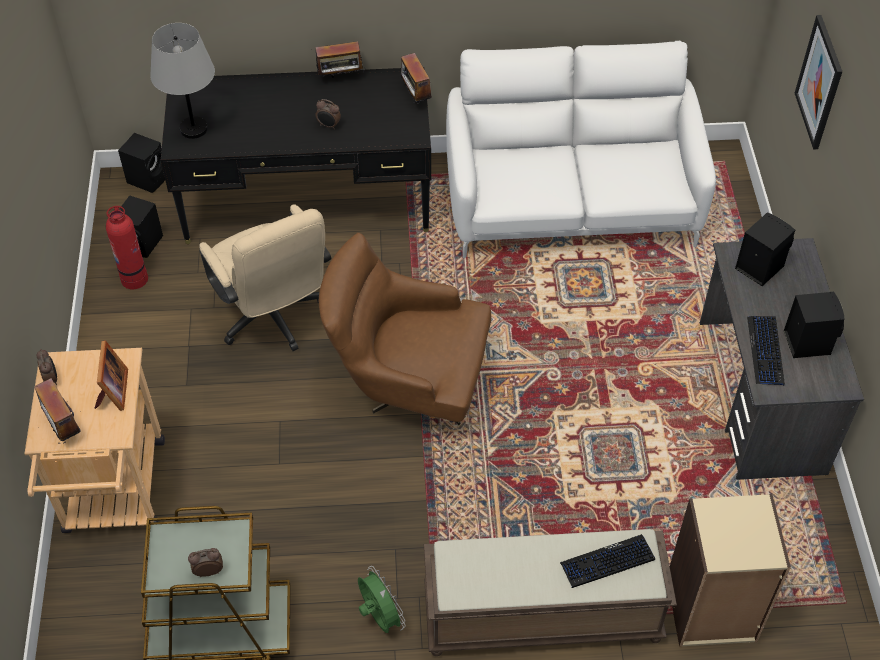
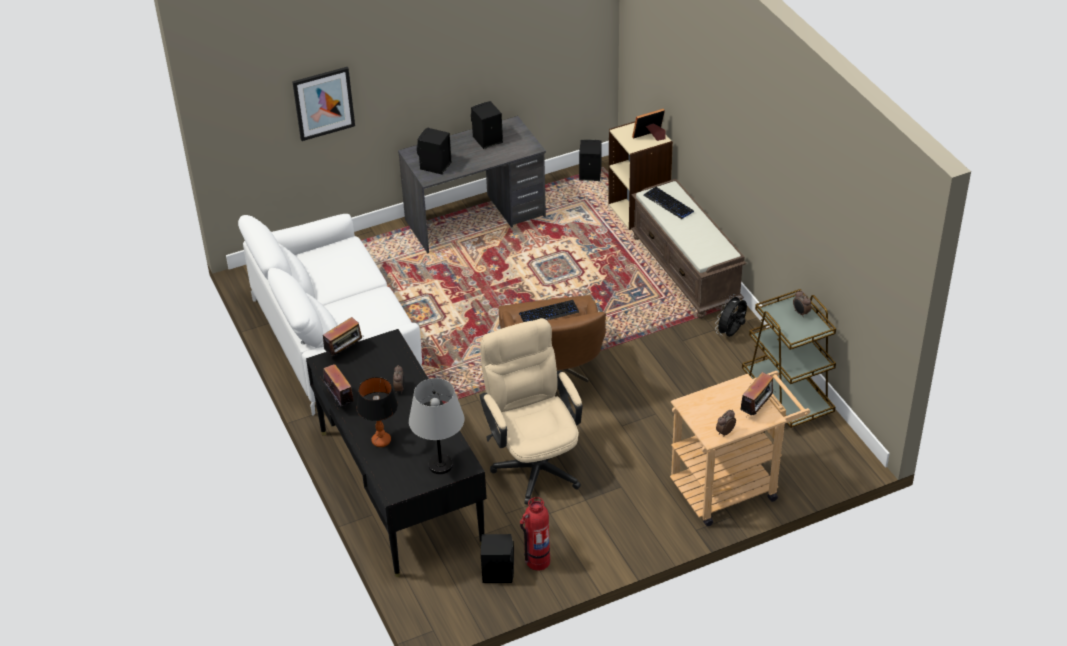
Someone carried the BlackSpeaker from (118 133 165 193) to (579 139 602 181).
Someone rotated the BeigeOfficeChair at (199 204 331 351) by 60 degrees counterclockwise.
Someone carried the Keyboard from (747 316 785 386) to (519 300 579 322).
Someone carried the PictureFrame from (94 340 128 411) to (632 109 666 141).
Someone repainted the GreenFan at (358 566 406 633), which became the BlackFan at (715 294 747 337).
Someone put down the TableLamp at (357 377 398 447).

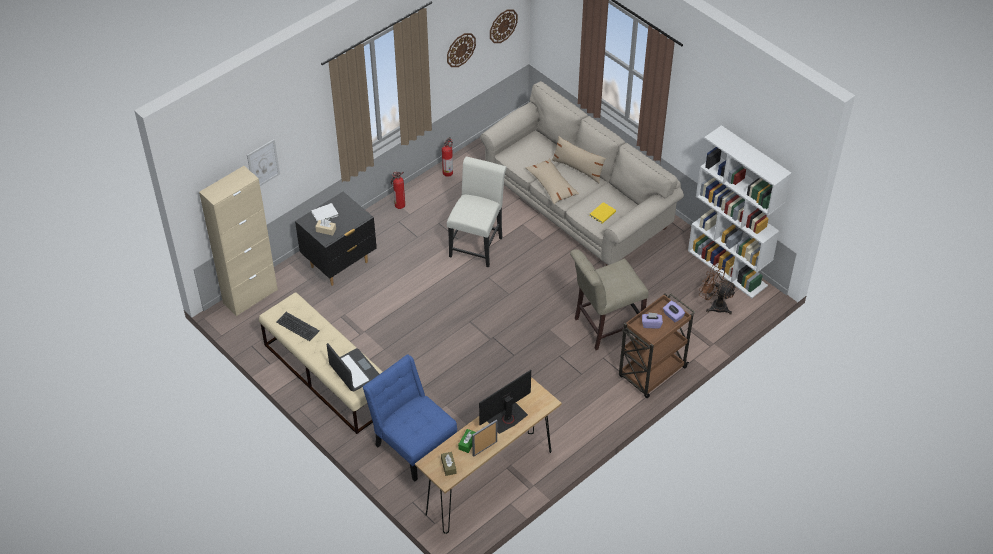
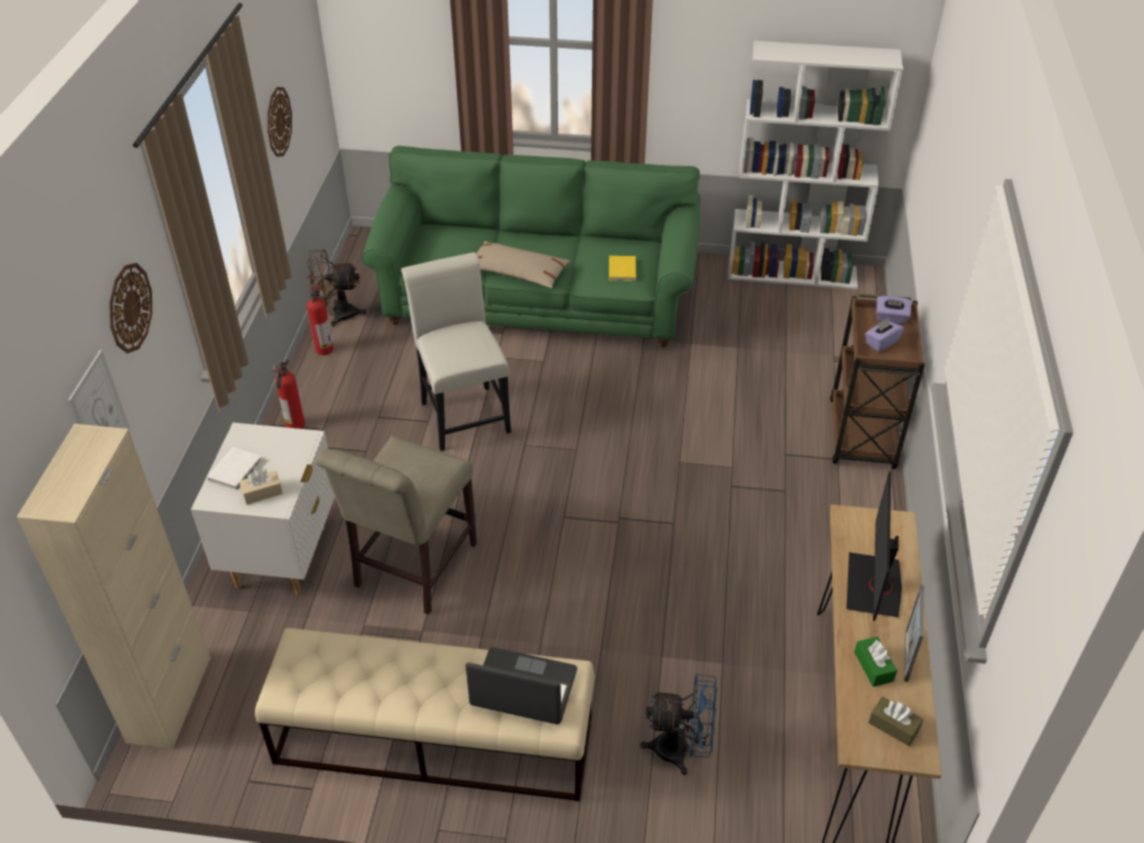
Someone carried the WallClock from (490 9 518 43) to (109 263 152 353).
Someone repainted the BeigeSofa at (480 81 684 266), which became the GreenSofa at (362 146 701 347).
Someone took away the BeigePillow at (552 136 606 184).
Someone repainted the BlackNightstand at (295 192 377 286), which became the WhiteNightstand at (191 423 335 595).
Someone carried the BeigeChair from (570 249 649 350) to (316 435 477 615).
Someone carried the BrownFan from (699 265 736 315) to (307 249 367 327).
Someone took away the Keyboard at (276 312 319 341).
Someone swapped the BlueChair at (363 355 457 481) for the BlueFan at (640 674 717 775).

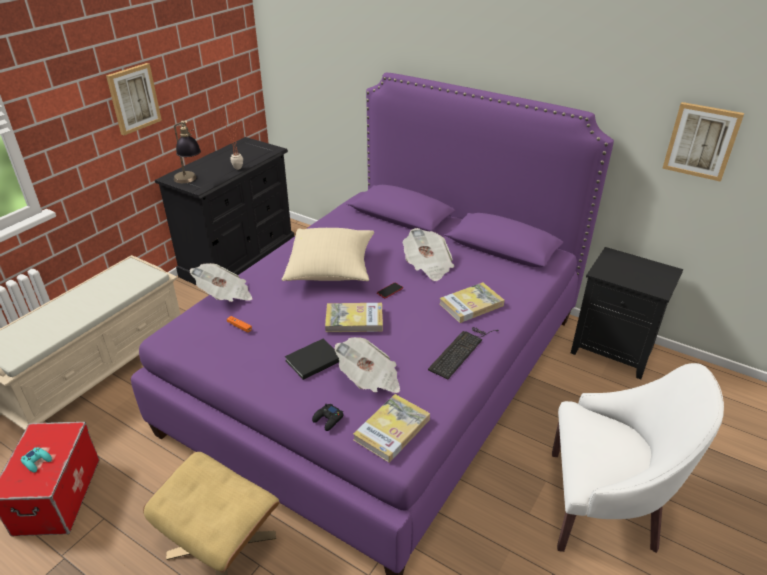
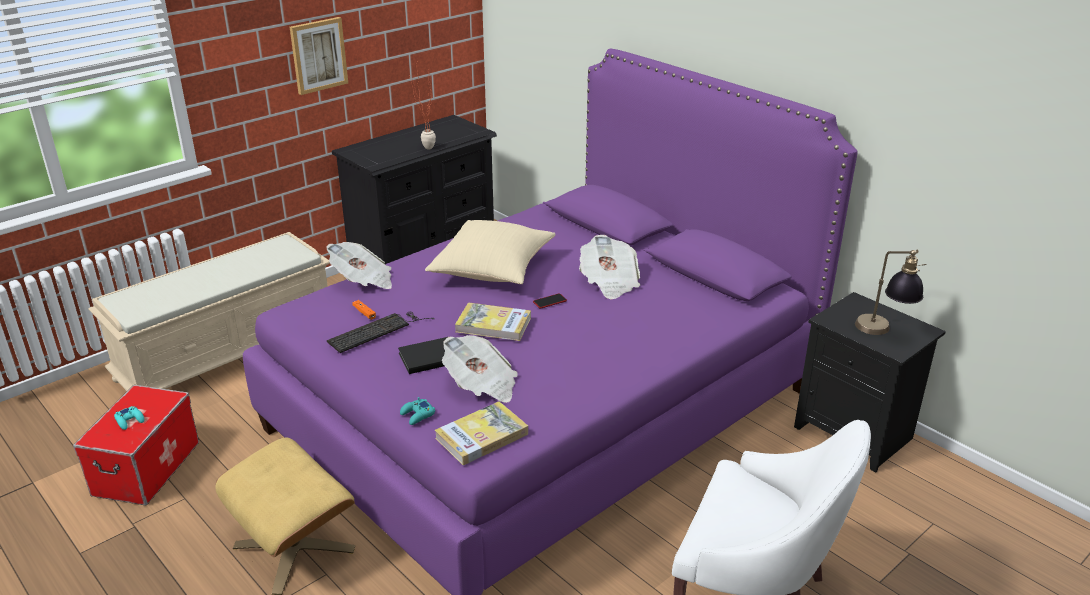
Someone took away the Picture at (662 102 744 182).
Someone carried the TableLamp from (174 120 201 183) to (855 249 927 335).
Someone took away the Book at (440 282 504 323).
Someone carried the Keyboard from (428 327 499 379) to (327 312 435 353).
Someone repainted the BlackGameController at (312 404 343 431), which became the TurquoiseGameController at (400 397 435 425).

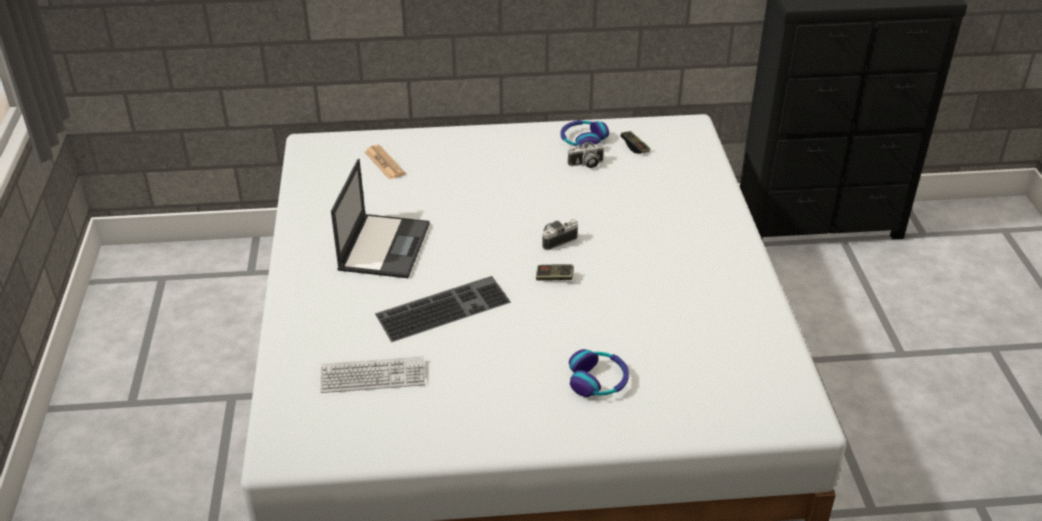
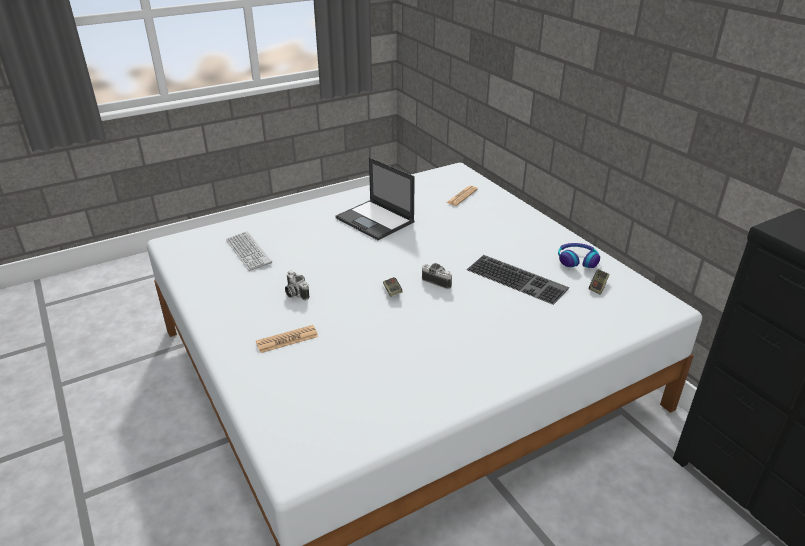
Someone carried the PhotoCamera from (567 142 604 168) to (285 271 310 300).
Someone rotated the Laptop at (331 159 430 278) by 60 degrees clockwise.
Someone carried the Keyboard from (375 276 511 342) to (467 255 569 305).
Someone swapped the Headphones at (569 349 629 397) for the Newspaper at (256 325 318 353).

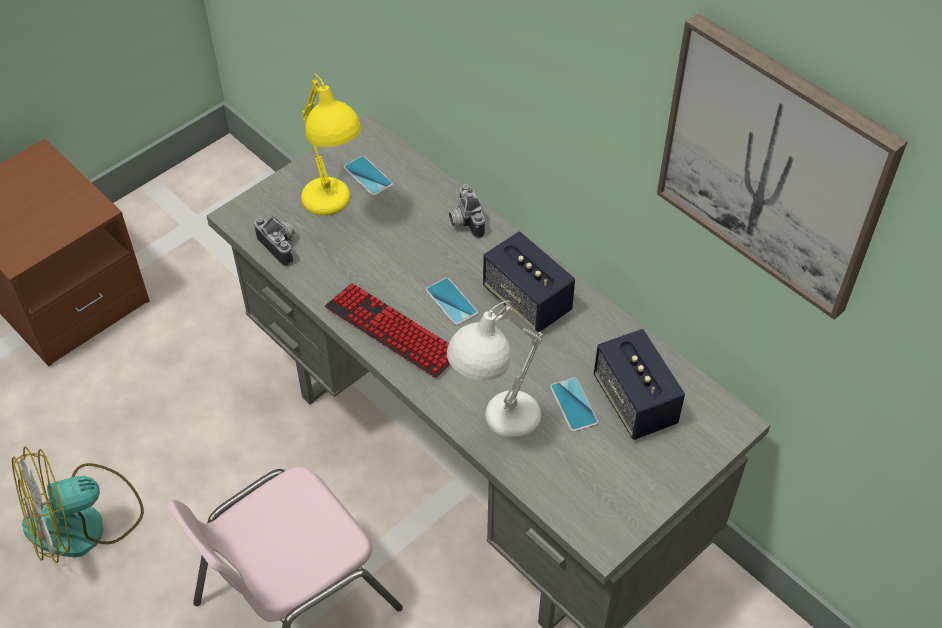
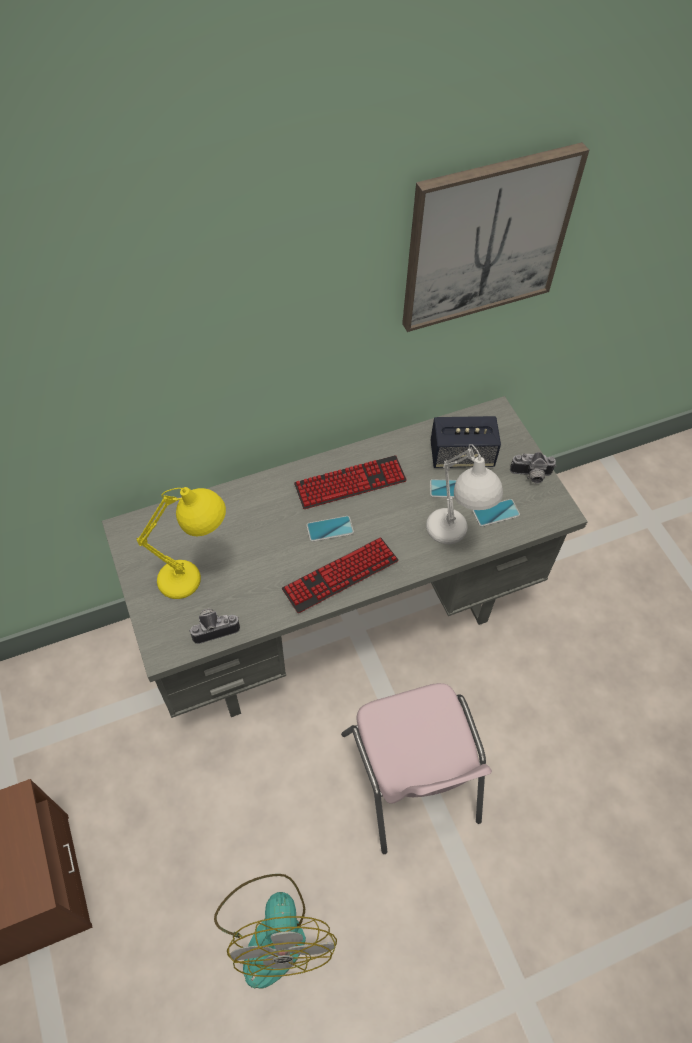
Someone carried the Phone from (344 156 393 196) to (473 499 520 527).
Someone carried the PhotoCamera from (449 184 485 239) to (510 452 556 483).
Someone swapped the Speaker at (483 231 575 333) for the Keyboard at (294 455 407 509).

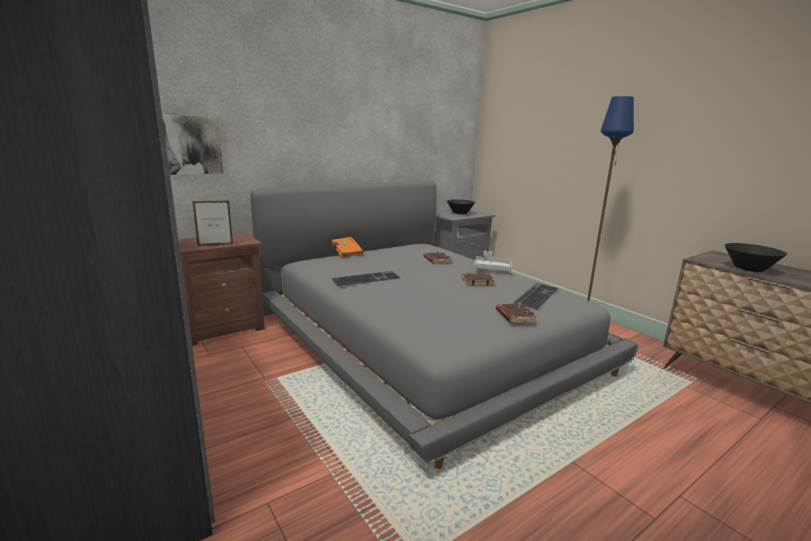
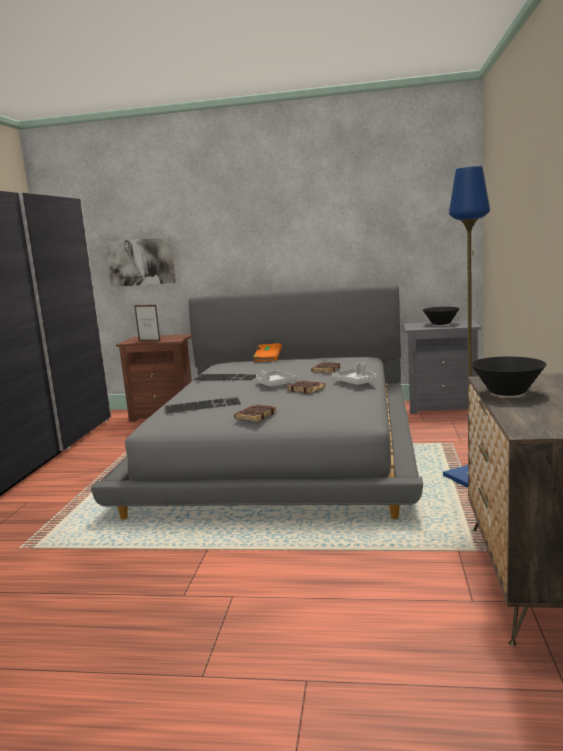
Someone carried the Keyboard from (514 283 559 309) to (165 397 241 414).
Someone put down the GreyTray at (256 370 297 387).

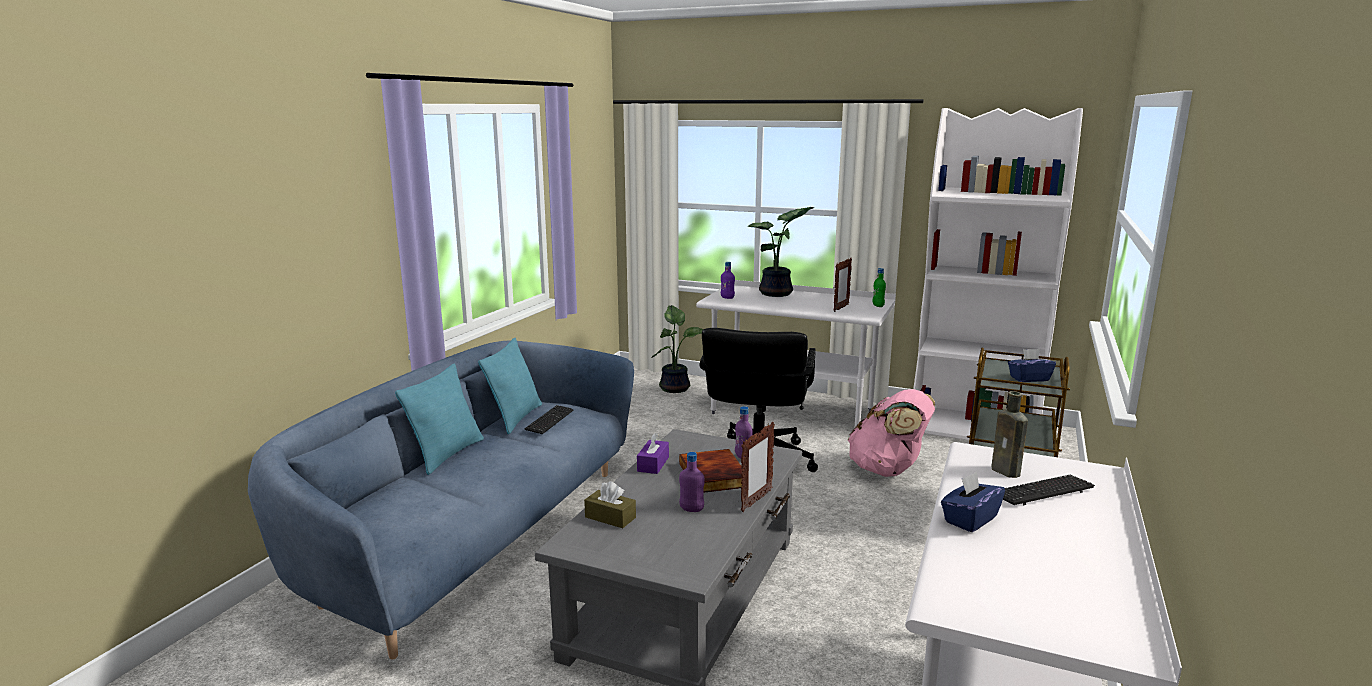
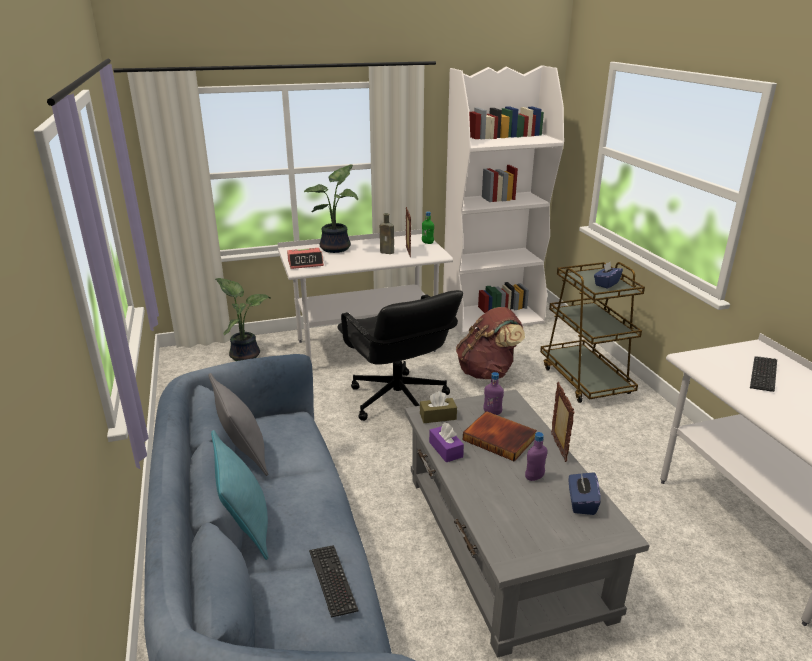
Someone swapped the PurpleBottle at (721 262 735 299) for the AlarmClock at (287 248 324 269).
Someone repainted the TurquoisePillow at (478 338 542 434), which became the GreyPillow at (208 373 268 476).
Someone repainted the PinkBackpack at (848 389 935 477), which became the BrownBackpack at (456 307 525 379).
Someone carried the BrownBottle from (992 391 1028 480) to (380 213 394 254).
Someone carried the Keyboard from (524 405 573 434) to (309 545 359 617).
Someone carried the BlueTissueBox from (941 471 1005 532) to (568 472 601 515).
Someone carried the BrownTissueBox from (584 481 636 528) to (420 391 457 423).

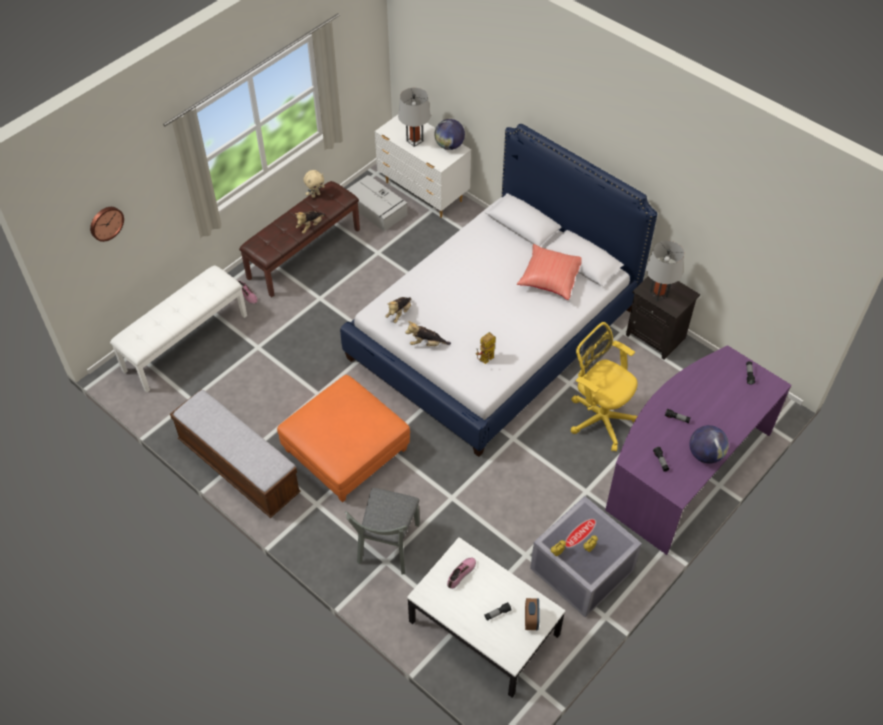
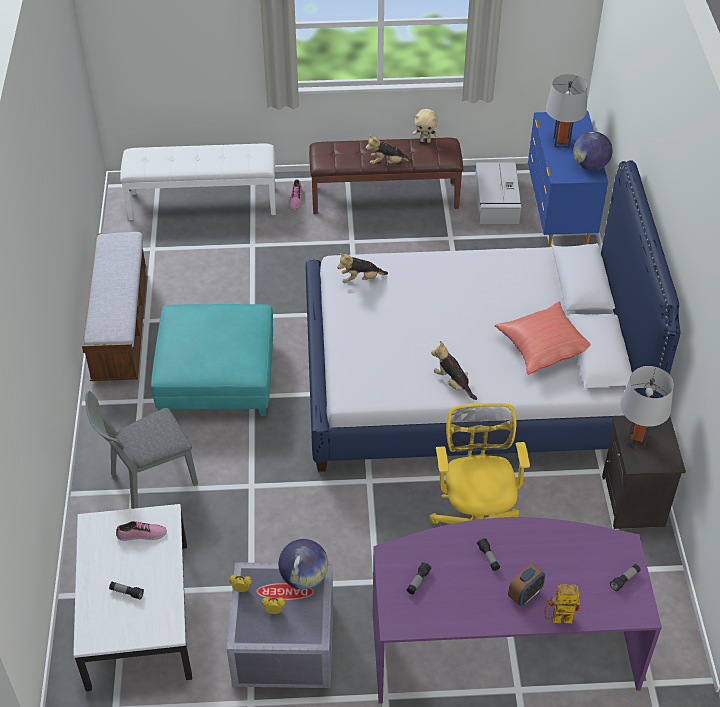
Someone repainted the WhiteDresser at (375 115 471 218), which became the BlueDresser at (528 111 608 247).
Someone took away the WallClock at (90 207 124 242).
Someone carried the PlushToy from (405 321 451 346) to (431 341 477 400).
Someone carried the ToyRobot from (476 332 496 364) to (545 584 580 624).
Someone repainted the OrangeOttoman at (277 375 410 502), which became the TurquoiseOttoman at (151 304 273 416).
Someone carried the Globe from (690 425 729 464) to (278 539 328 589).
Someone carried the AlarmClock from (525 598 540 630) to (508 564 545 606).

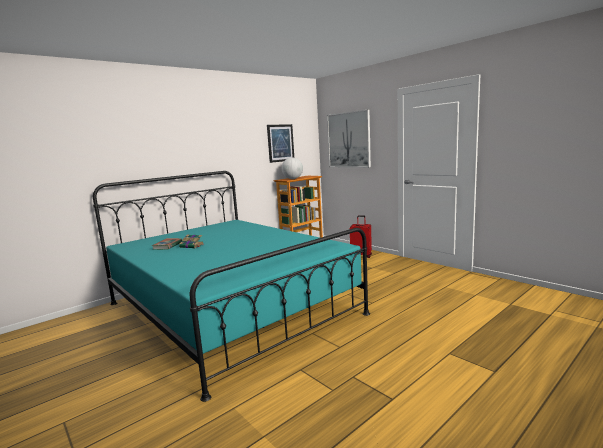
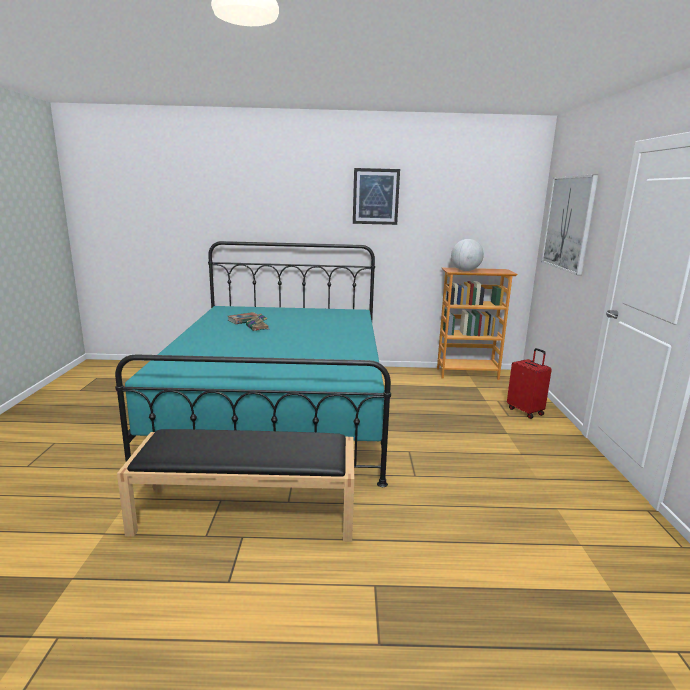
Someone carried the Picture from (267 124 294 163) to (353 168 400 225).
Someone put down the BlackBench at (117 429 354 542).

